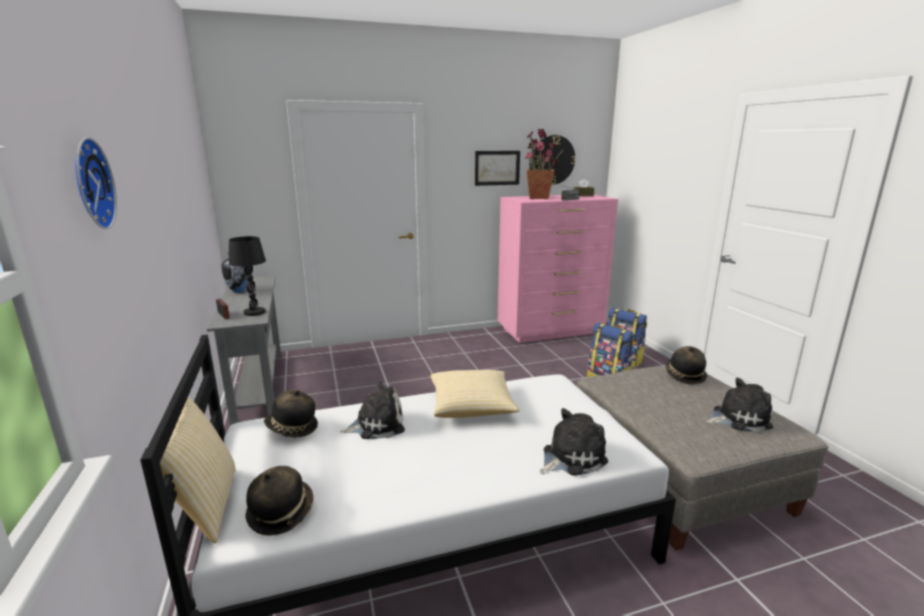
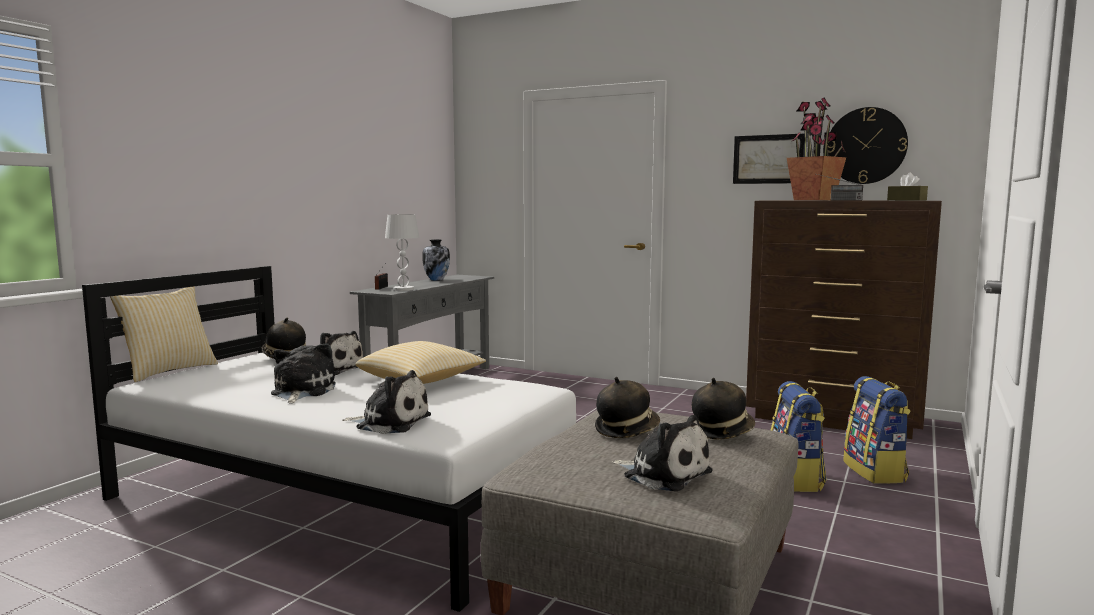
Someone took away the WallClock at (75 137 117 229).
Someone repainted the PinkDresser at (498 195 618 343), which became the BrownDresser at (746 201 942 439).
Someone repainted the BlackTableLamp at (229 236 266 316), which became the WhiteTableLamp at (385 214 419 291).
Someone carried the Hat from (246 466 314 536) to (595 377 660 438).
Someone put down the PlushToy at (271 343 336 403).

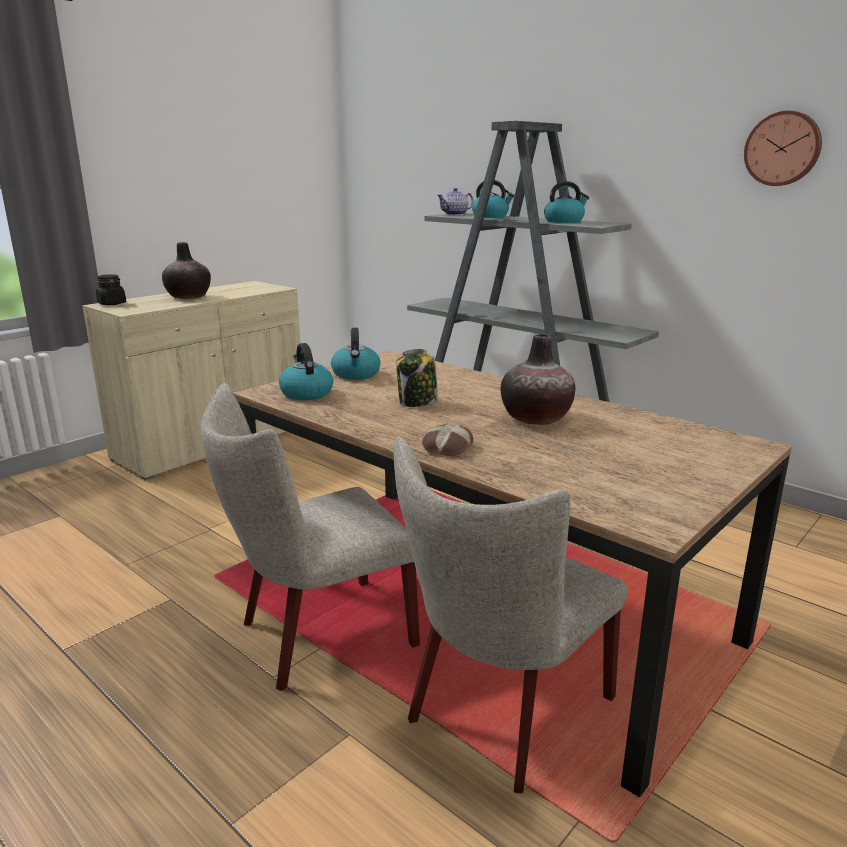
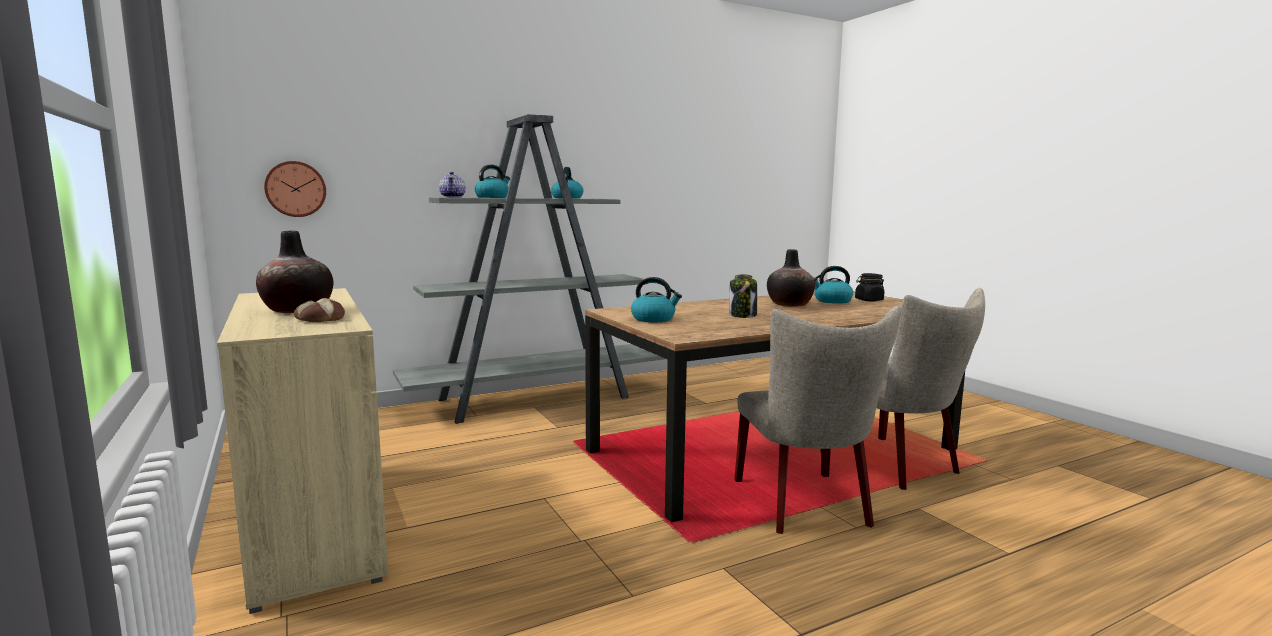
Someone carried the WallClock from (744 110 822 186) to (264 161 326 217).
Someone carried the BlackJar from (96 274 126 305) to (855 273 884 301).
Someone carried the Kettle from (279 343 333 400) to (814 266 853 304).
Someone carried the Bread from (422 424 473 456) to (294 298 345 322).

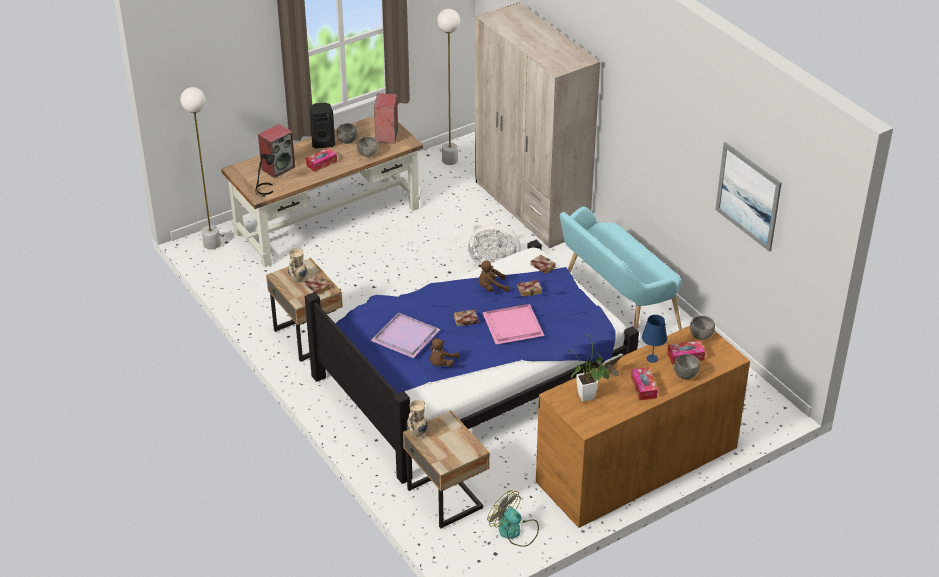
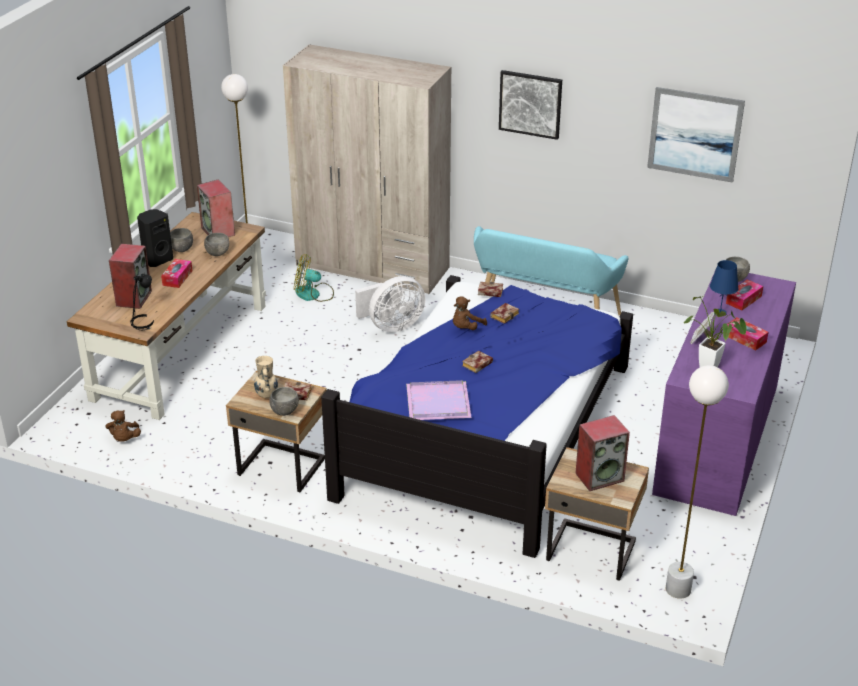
Someone carried the WhiteFloorLamp from (180 87 221 250) to (666 365 729 599).
Someone took away the PinkTray at (483 304 544 344).
Someone repainted the BrownDresser at (536 326 750 528), which became the PurpleDresser at (652 267 796 516).
Someone carried the BrownPlushToy from (430 338 460 367) to (106 410 141 442).
Someone carried the GreyBowl from (674 354 700 379) to (269 387 299 416).
Someone took away the BeigeVase at (407 400 428 437).
Someone carried the Fan from (487 490 539 547) to (294 254 334 302).
Someone put up the Picture at (499 70 562 140).
Someone put down the Speaker at (575 415 630 491).

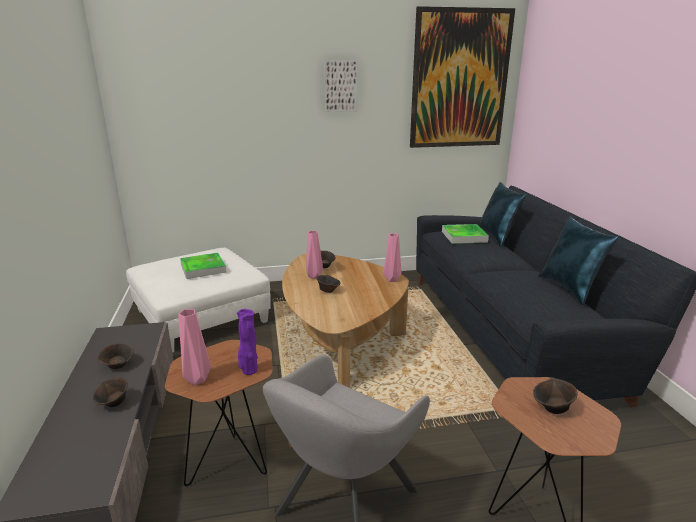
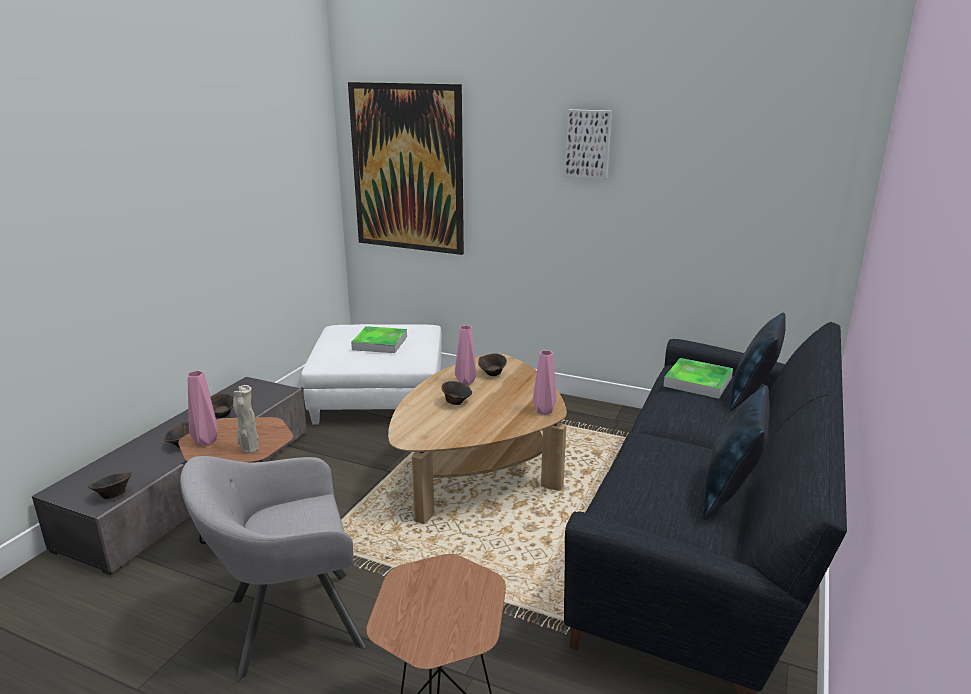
Someone carried the Picture from (410 6 515 148) to (348 82 464 255).
Someone repainted the PurpleVase at (237 309 258 375), which became the BeigeVase at (233 385 259 453).
Someone carried the BrownBowl from (533 378 578 414) to (88 472 131 499).

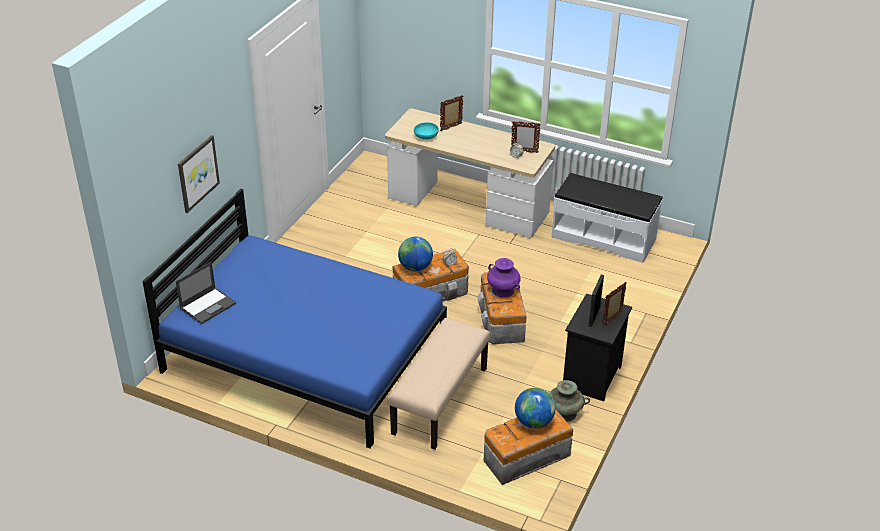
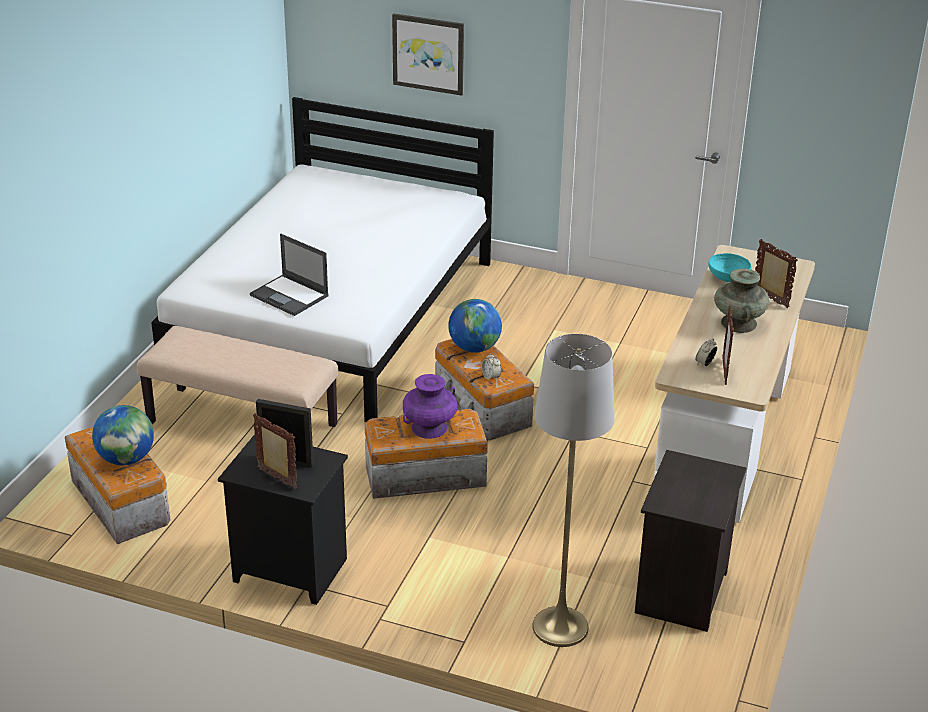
Someone swapped the WhiteBench at (551 173 662 263) for the BlackNightstand at (635 450 746 632).
Someone repainted the BlueBed at (142 189 447 448), which became the WhiteBed at (151 97 494 423).
Someone carried the Laptop from (176 262 236 324) to (250 234 329 316).
Someone carried the TurquoiseVase from (549 380 590 422) to (714 269 769 333).
Someone put down the GreyFloorLamp at (532 334 615 647).

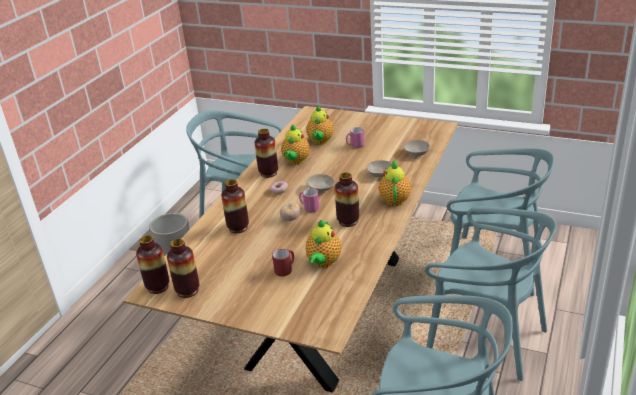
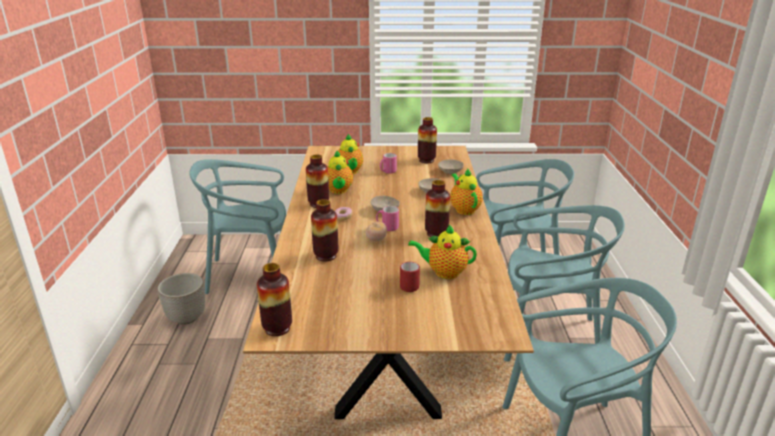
Someone rotated the Teapot at (305 220 341 268) by 105 degrees clockwise.
Someone carried the Vase from (167 239 199 298) to (418 117 437 163).

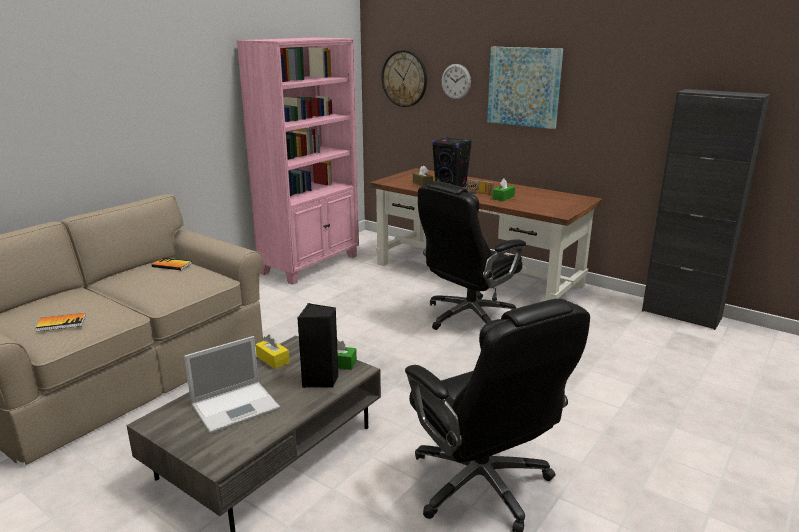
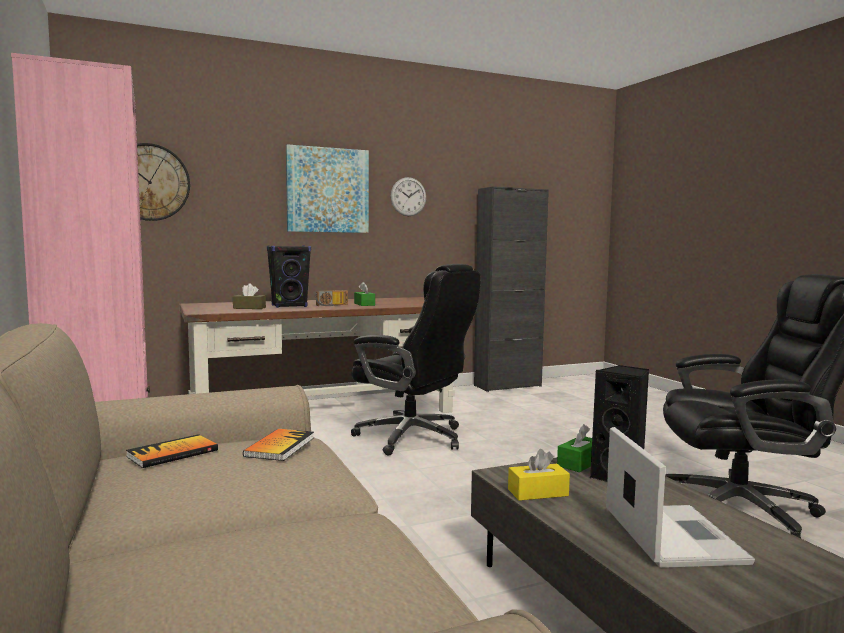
Someone carried the WallClock from (441 64 471 100) to (391 177 426 216).
Someone rotated the BlackOfficeChair at (418 181 526 330) by 45 degrees counterclockwise.
Someone carried the Book from (36 313 86 332) to (243 429 314 461).

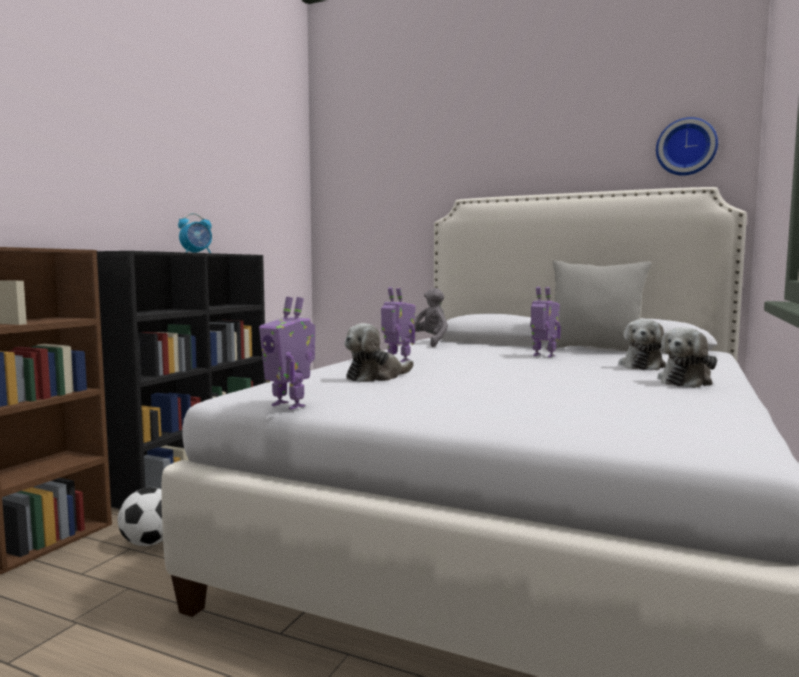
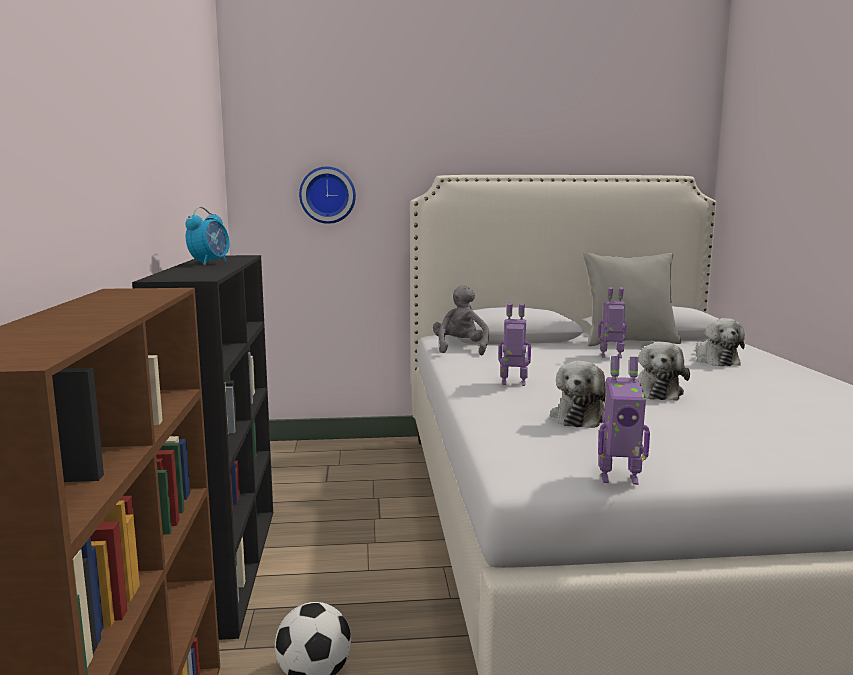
Someone carried the WallClock from (656 117 718 176) to (299 167 356 224).
Someone carried the PlushToy from (657 327 717 388) to (637 342 690 401).

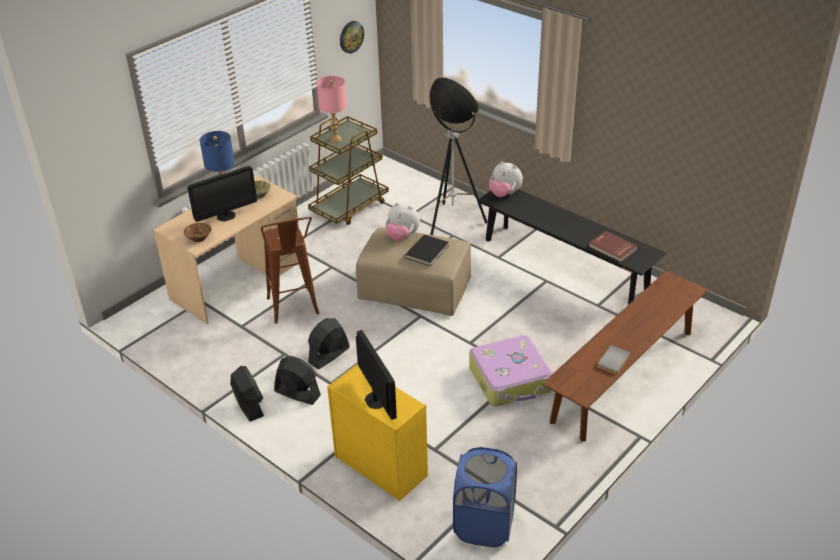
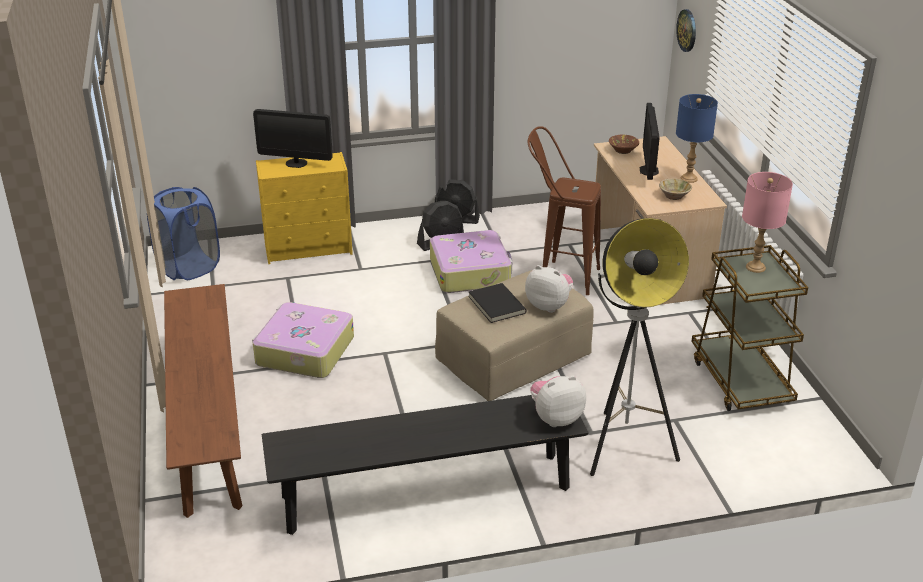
Someone carried the WallClock from (340 21 364 54) to (676 9 696 52).
Someone rotated the PlushToy at (385 203 420 241) by 60 degrees clockwise.
Someone took away the RedBook at (589 231 638 262).
Someone swapped the BlackFan at (308 318 350 369) for the Suitcase at (430 230 512 293).
Someone took away the GreyBook at (596 345 630 375).

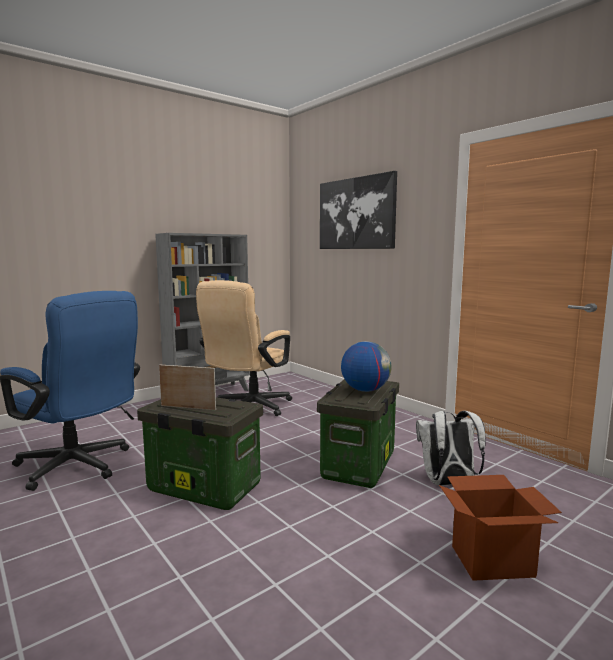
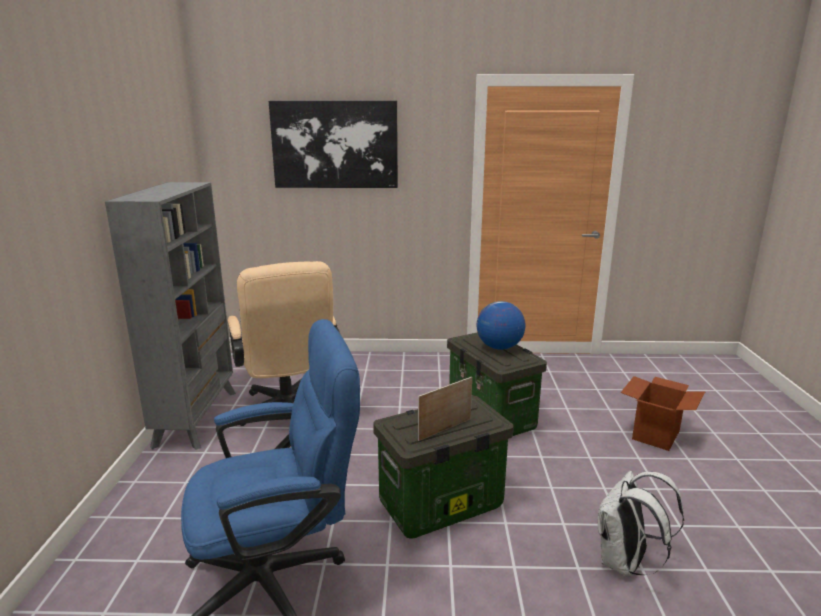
Someone carried the WhiteBackpack from (416 411 486 486) to (597 471 684 577).

